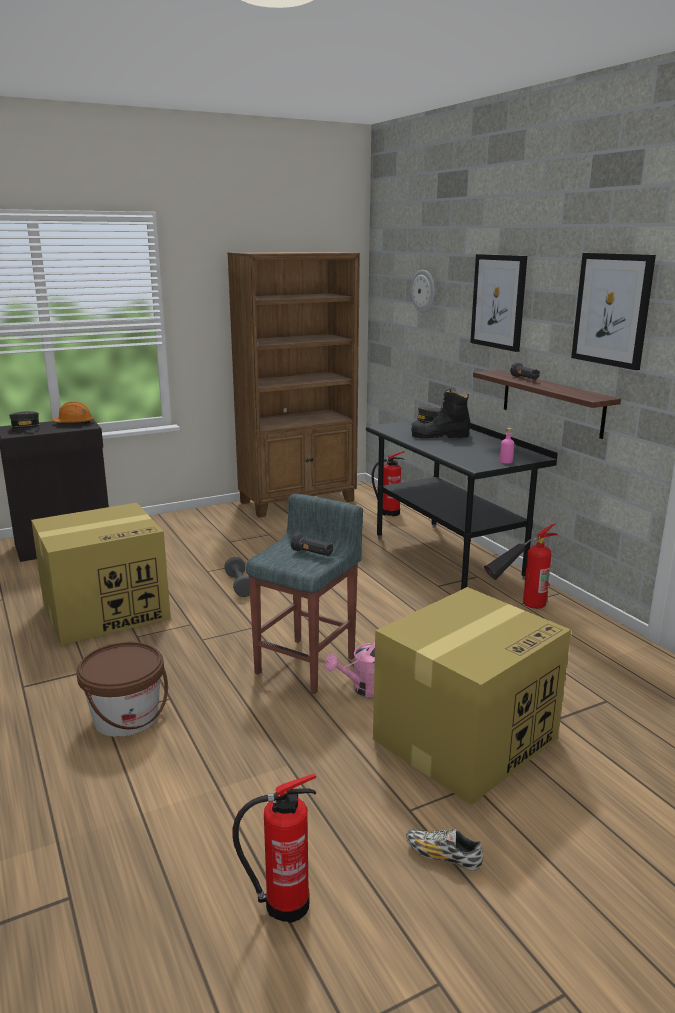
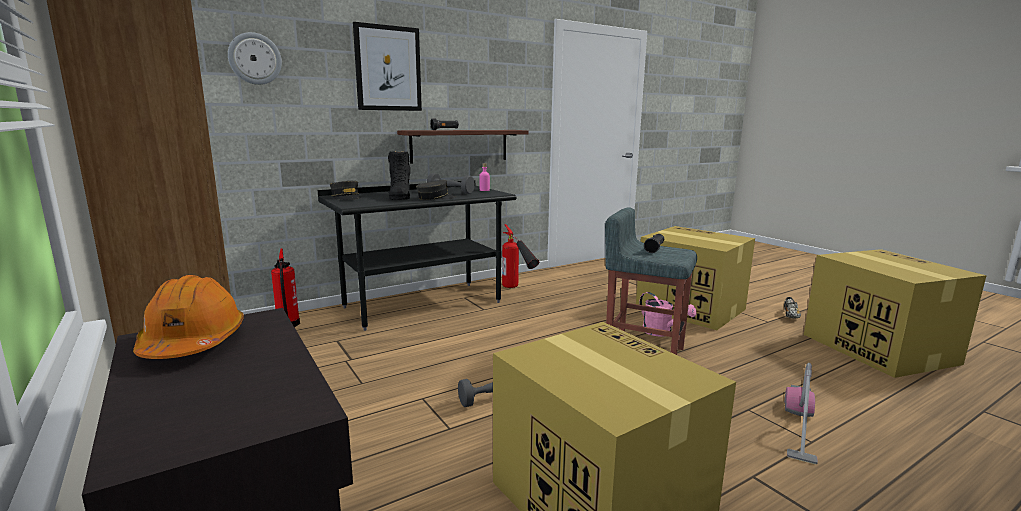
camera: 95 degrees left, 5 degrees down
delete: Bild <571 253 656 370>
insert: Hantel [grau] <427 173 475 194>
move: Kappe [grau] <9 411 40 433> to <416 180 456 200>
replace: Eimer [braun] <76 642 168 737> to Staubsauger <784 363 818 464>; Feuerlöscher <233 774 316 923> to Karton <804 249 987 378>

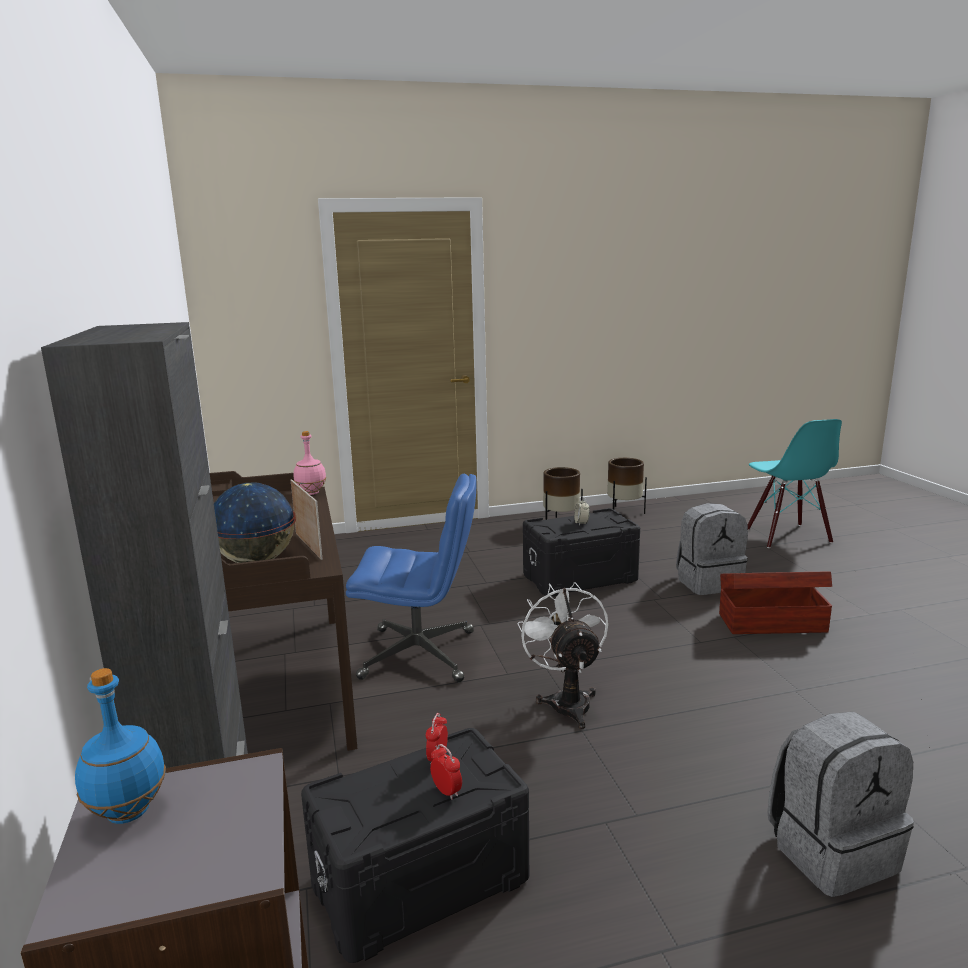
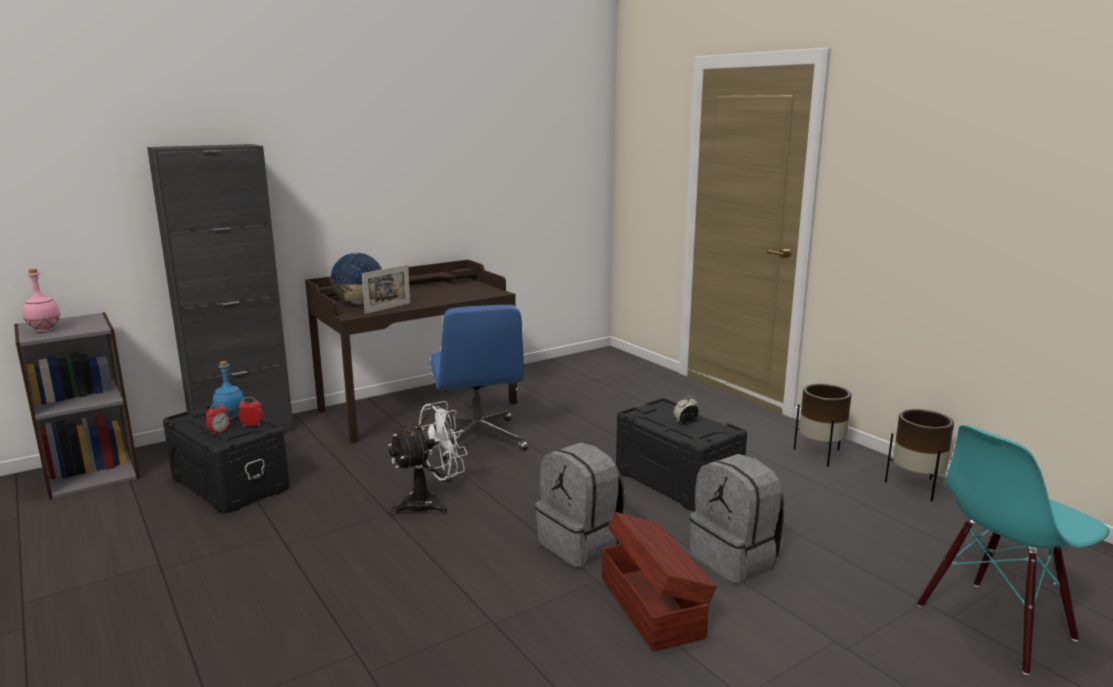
camera: 70 degrees right, 0 degrees up
move: Flasche [blau] <75 668 166 824> to <213 361 245 420>; Flasche [rosa] <293 431 326 495> to <22 269 60 332>; Rucksack [grau] <767 712 914 897> to <535 442 626 567>

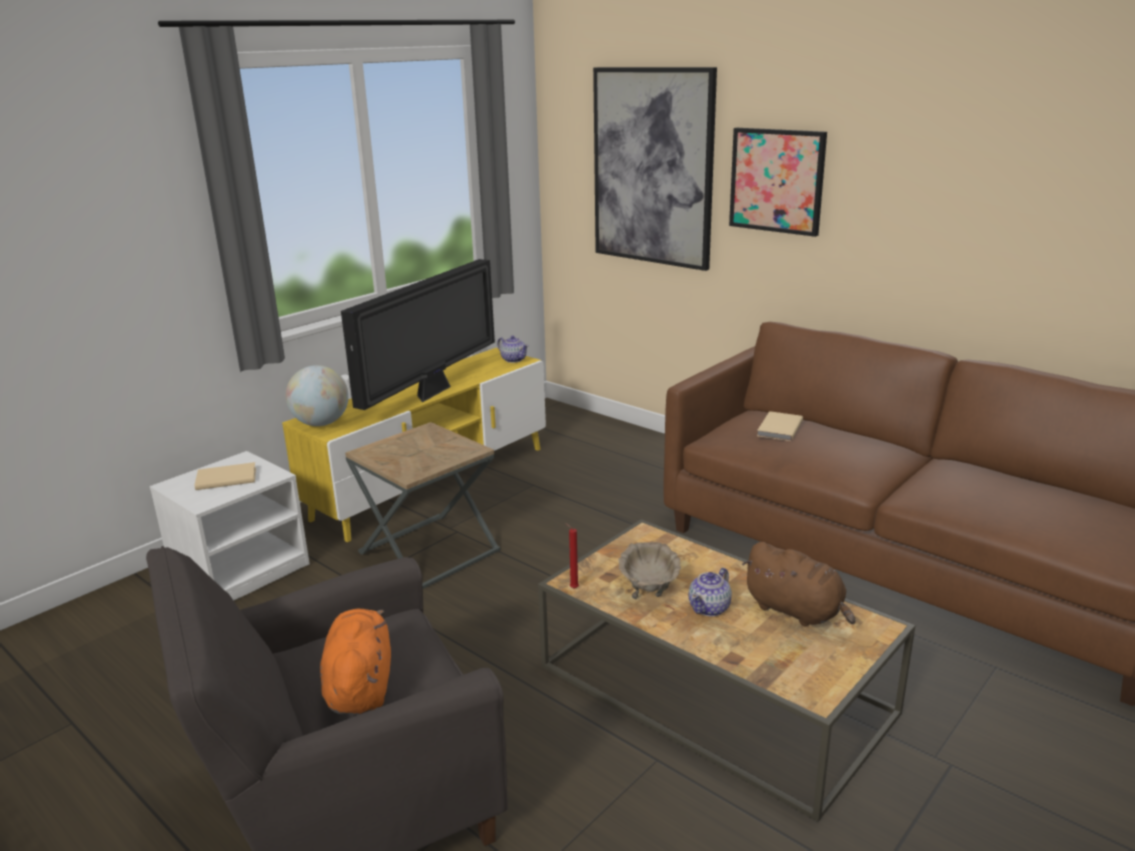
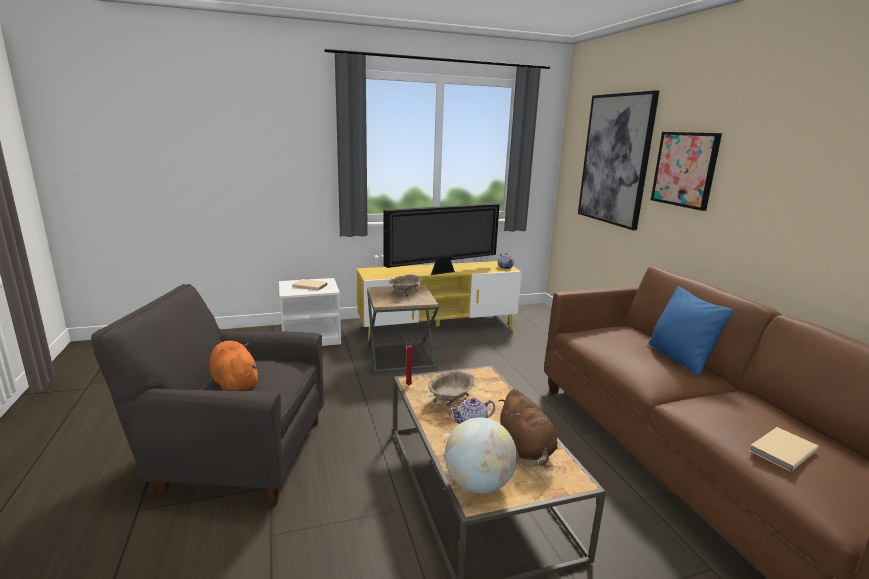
camera: 30 degrees right, 5 degrees down
insert: Schüssel [beige] <390 274 422 296>; Kissen [blau] <648 286 733 376>
move: Globus <286 365 349 426> to <445 417 517 494>; Buch [beige] <757 411 803 441> to <749 427 819 472>
rotate: Plüschtier [orange] <320 609 391 715> = <209 341 259 391> 60 degrees counterclockwise

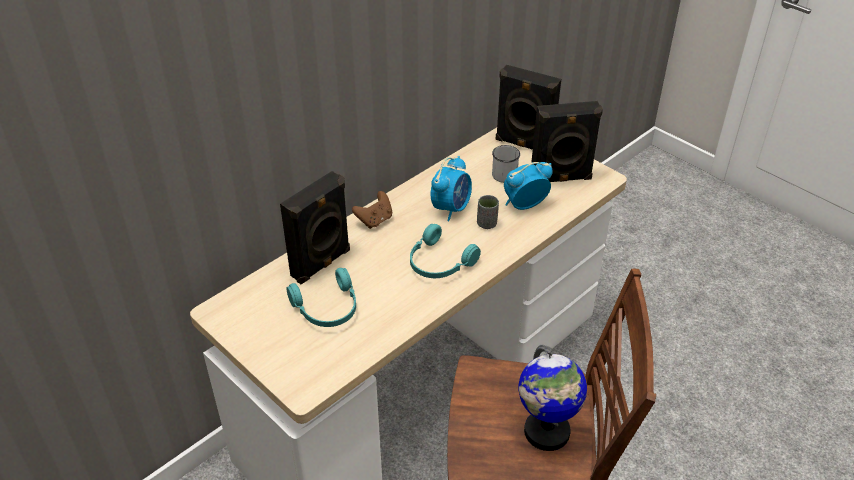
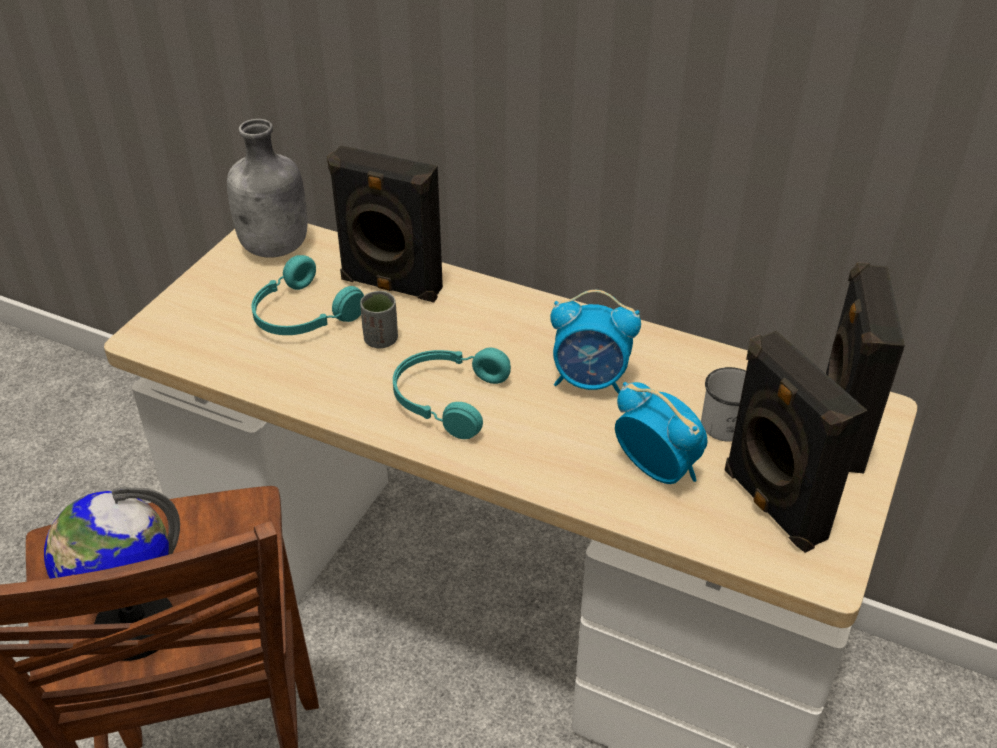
camera: 70 degrees right, 0 degrees up
delete: Gamepad [braun] <352 191 392 229>
insert: Flasche [grau] <227 119 307 257>
move: Tasse [grau] <477 195 499 229> to <360 291 398 349>

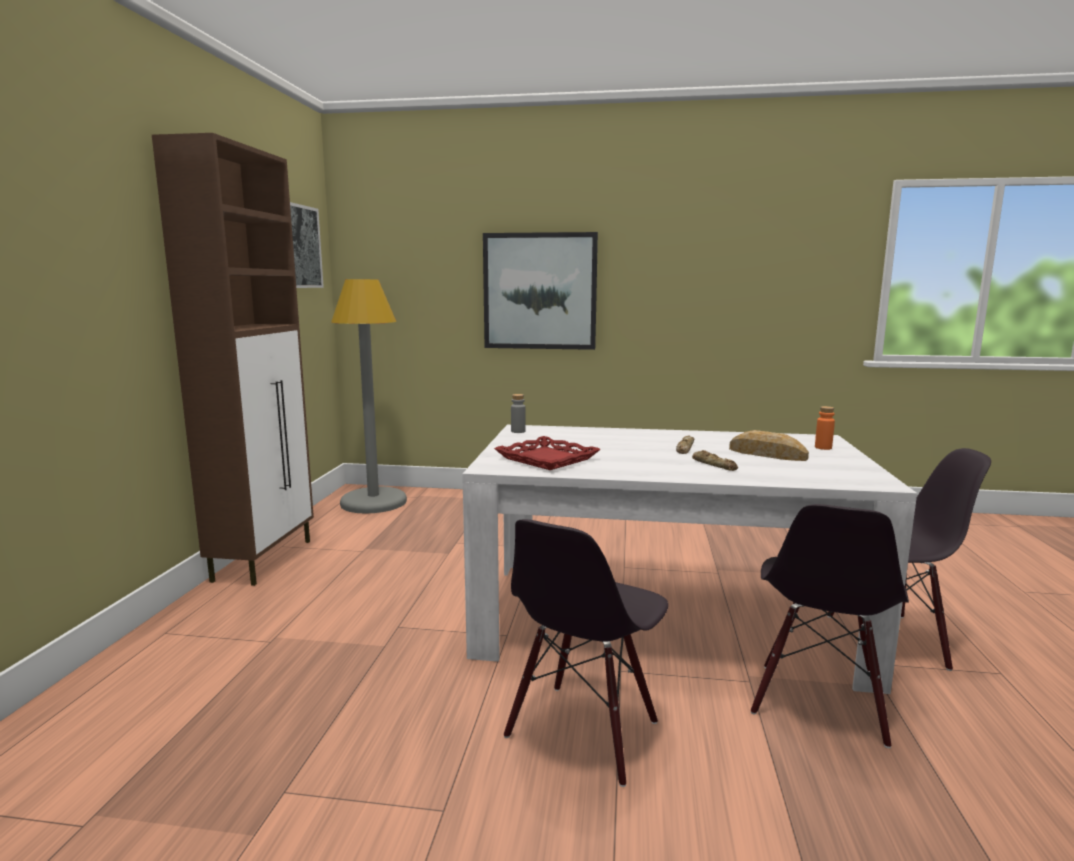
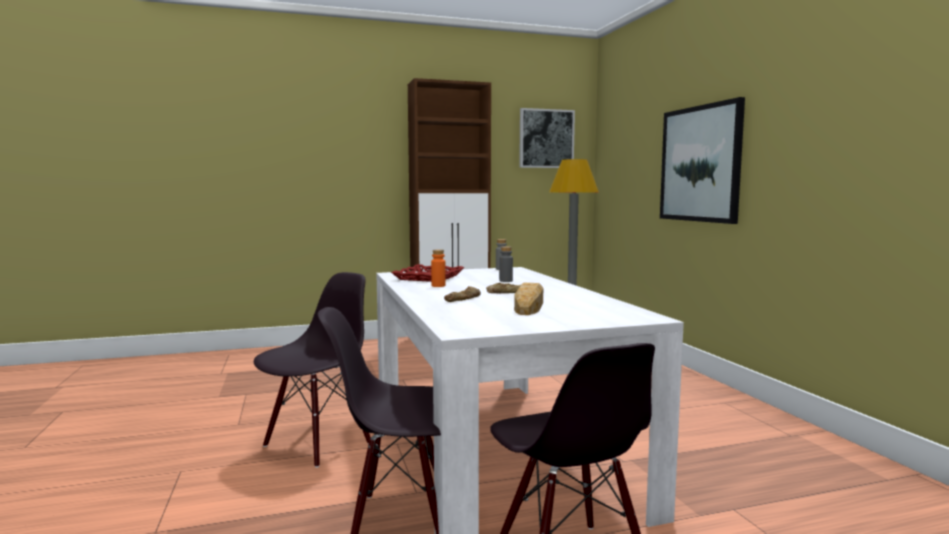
camera: 65 degrees right, 5 degrees down
insert: Flasche [grau] <499 246 513 282>
move: Flasche [orange] <815 406 835 450> to <431 249 446 287>
rotate: Stuhl [schwarz] <504 519 668 787> = <254 272 371 468> 120 degrees clockwise

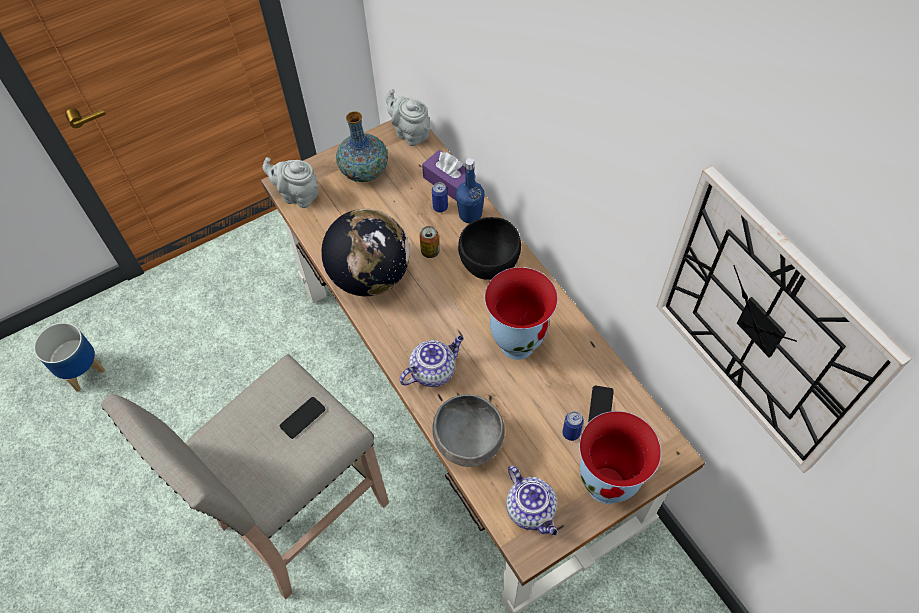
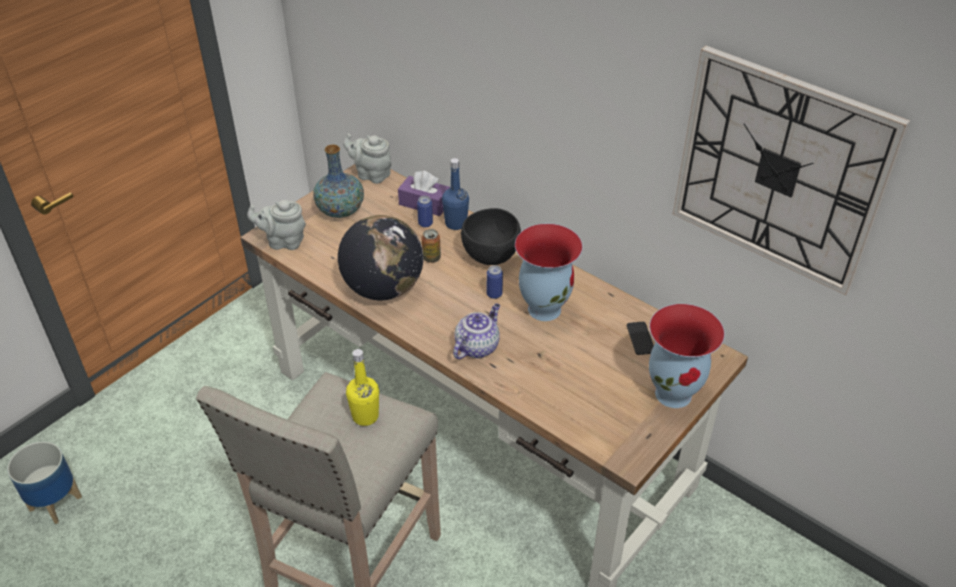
camera: 20 degrees left, 15 degrees down
delete: Schüssel [grau] <432 394 505 467>; Teekanne <506 465 558 535>
move: Dose <562 411 584 441> to <487 265 503 299>
replace: Handy <280 397 325 439> to Flasche [gelb] <346 349 379 426>

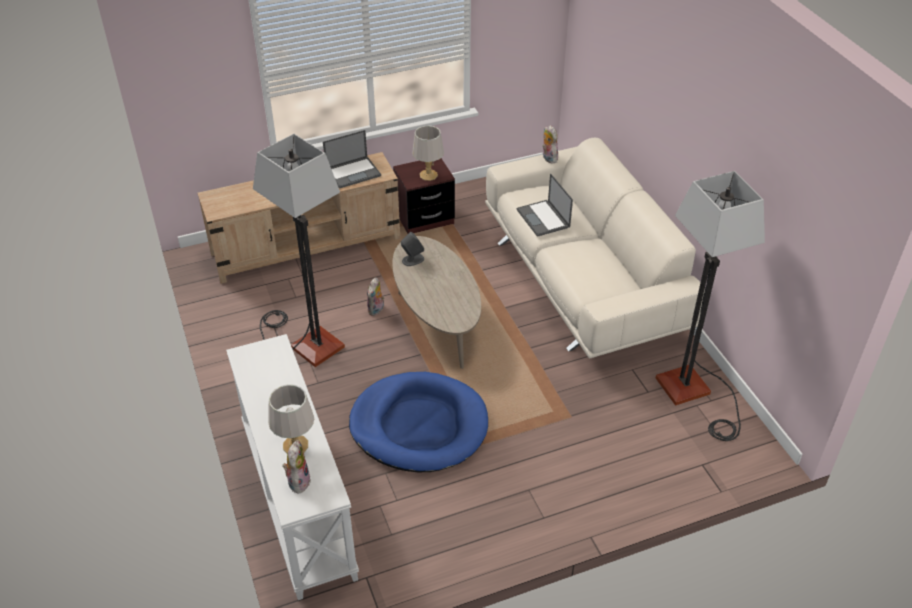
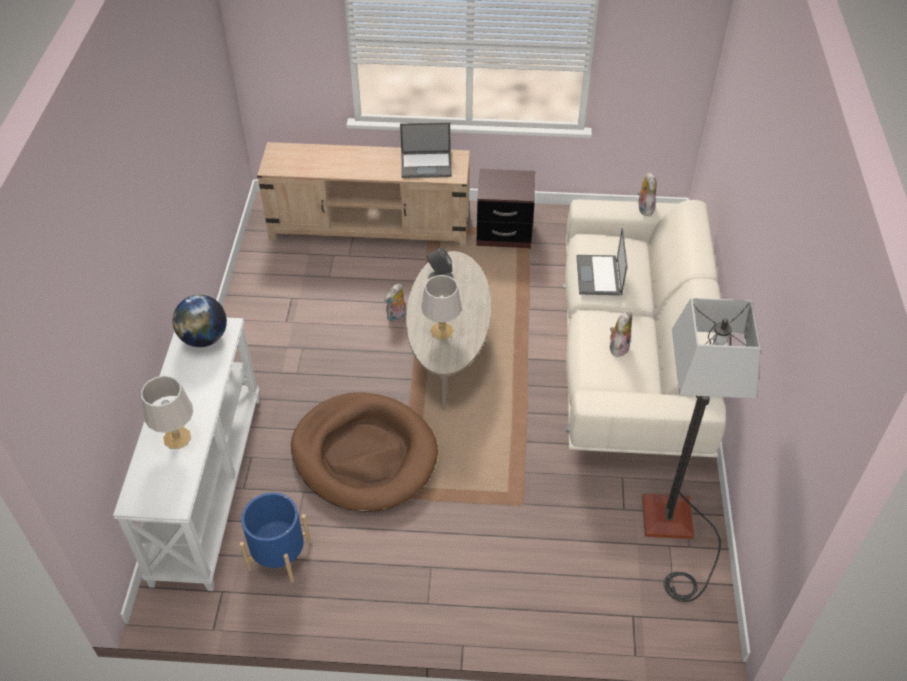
camera: 25 degrees right, 5 degrees up
delete: Stehlampe <253 134 345 367>
insert: Globus <173 295 227 347>; Pflanzkübel [blau] <240 492 311 583>
move: Plüschtier <282 440 310 493> to <610 311 632 357>; Tischlampe [grau] <412 125 444 181> to <421 275 462 340>
recolor: Hundebett [blau] <349 372 488 472> to Hundebett [braun] <291 392 438 512>

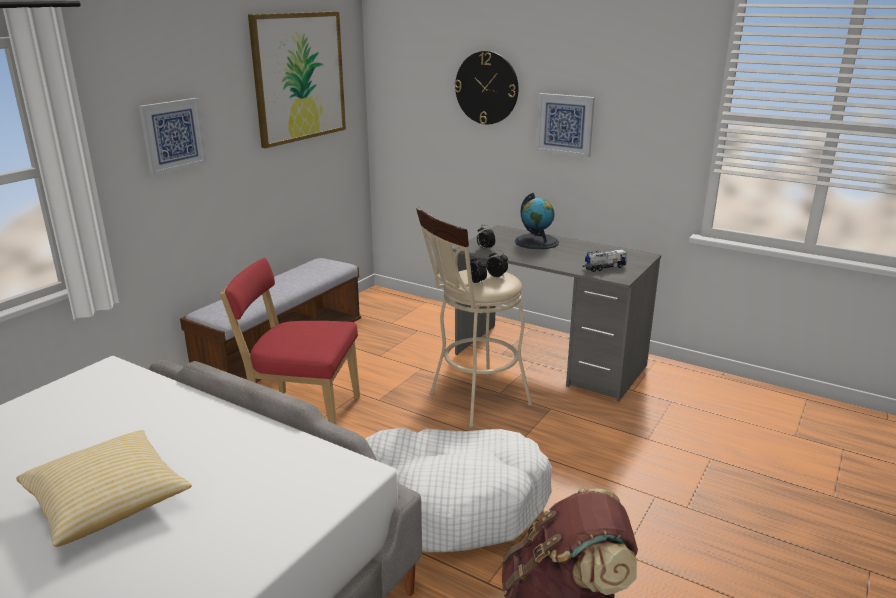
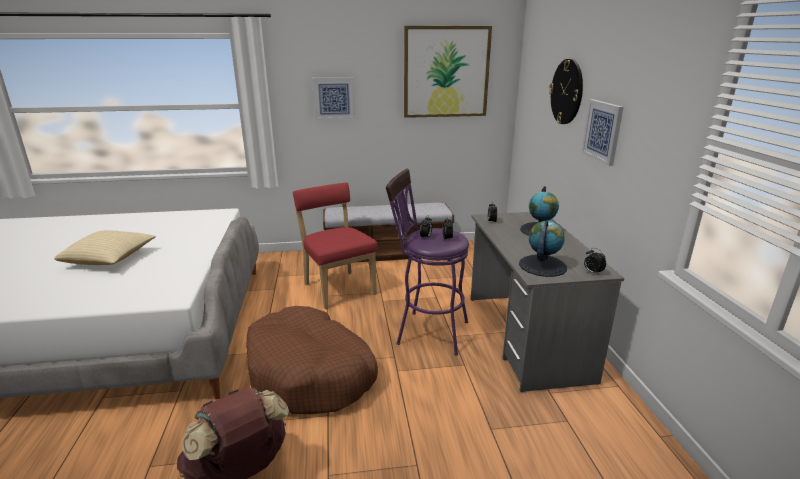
camera: 50 degrees right, 0 degrees up
insert: Wecker <584 248 606 276>
replace: Spielzeuglaster <583 249 627 272> to Globus <519 220 567 277>
recolor: Hundebett [weiß] <365 428 552 552> to Hundebett [braun] <246 306 378 414>; Hocker [beige] <416 207 533 428> to Hocker [lila] <386 169 469 355>

